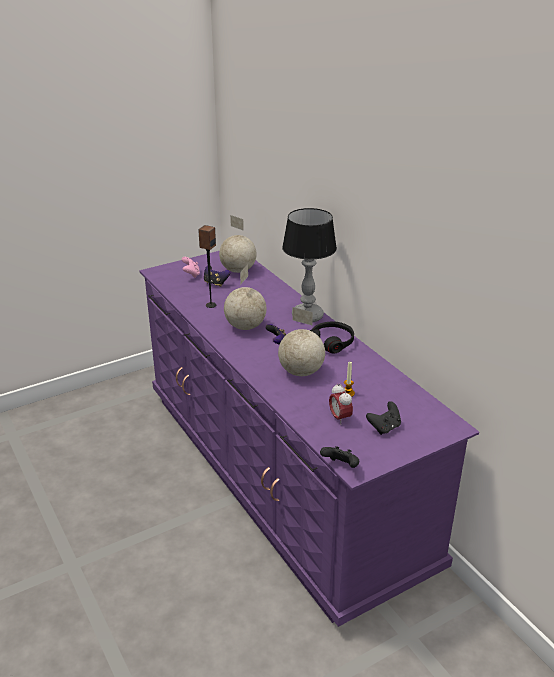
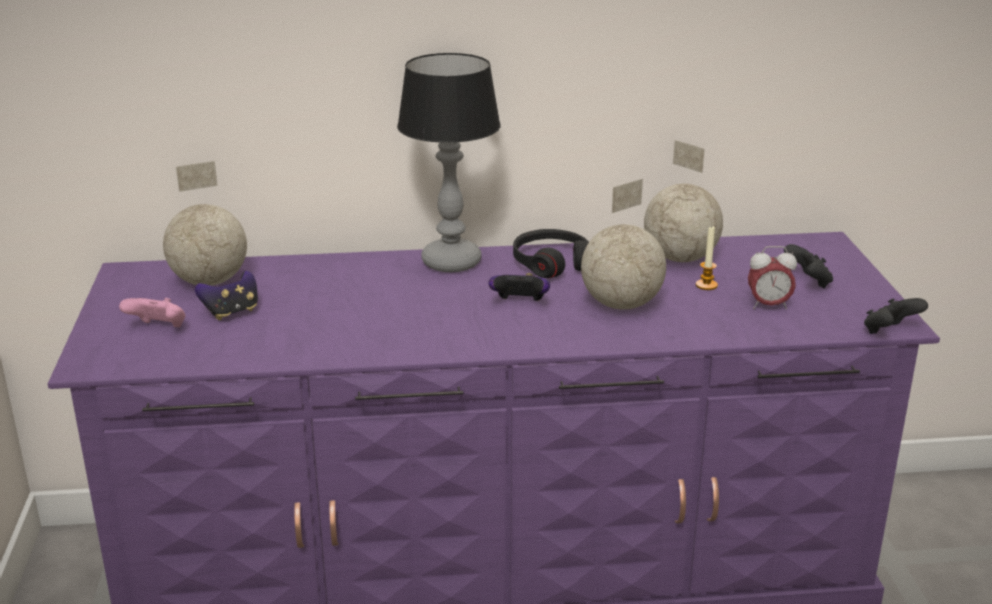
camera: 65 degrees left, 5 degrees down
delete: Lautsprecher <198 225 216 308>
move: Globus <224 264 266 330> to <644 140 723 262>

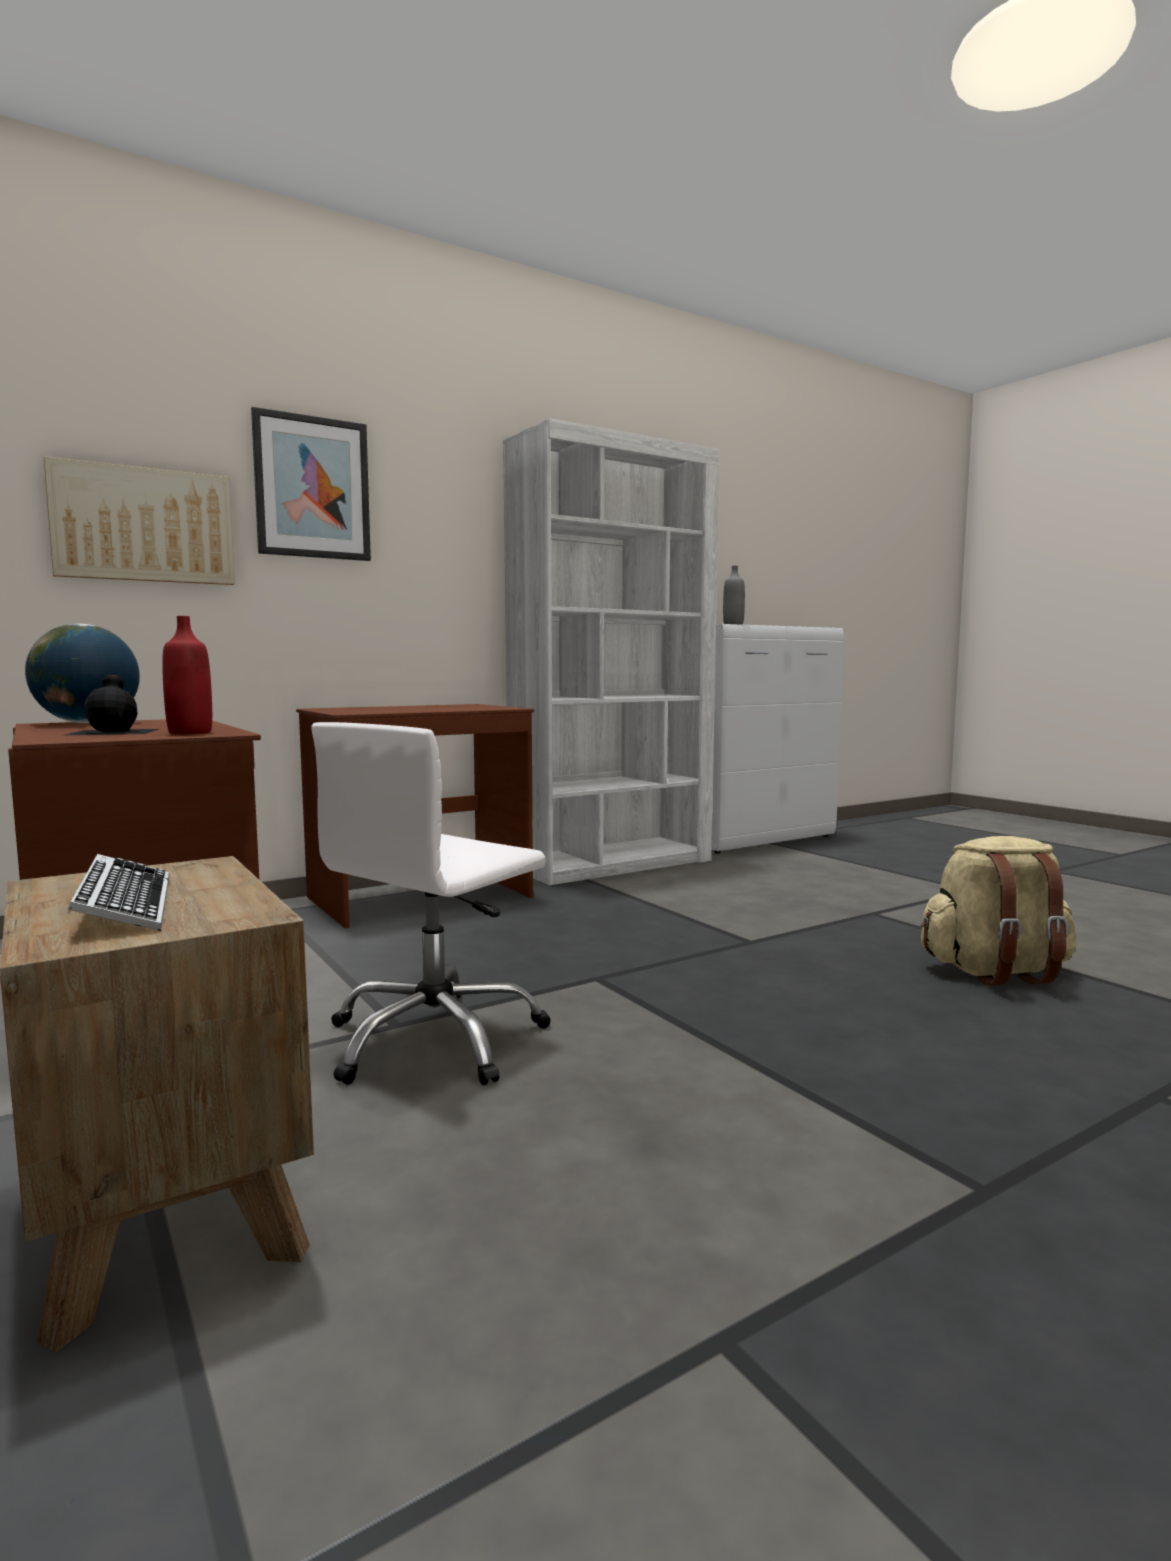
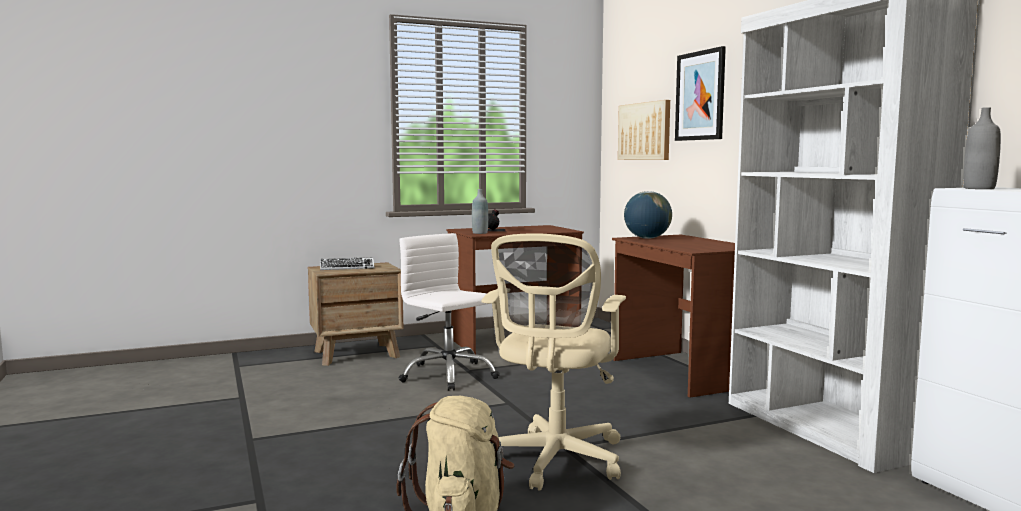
camera: 100 degrees right, 0 degrees up
insert: Bürostuhl [beige] <481 233 626 490>
move: Globus <25 624 140 723> to <624 191 672 239>
recolor: Flasche [rot] <162 616 212 734> to Flasche [grau] <472 189 488 234>

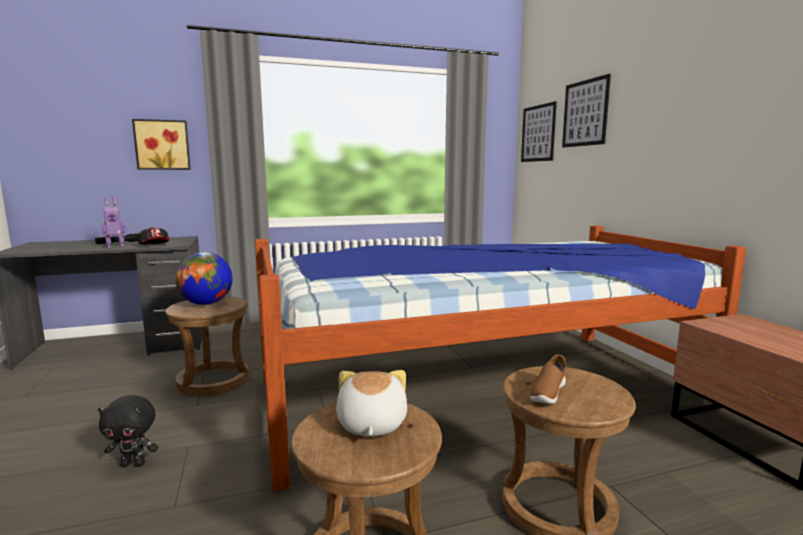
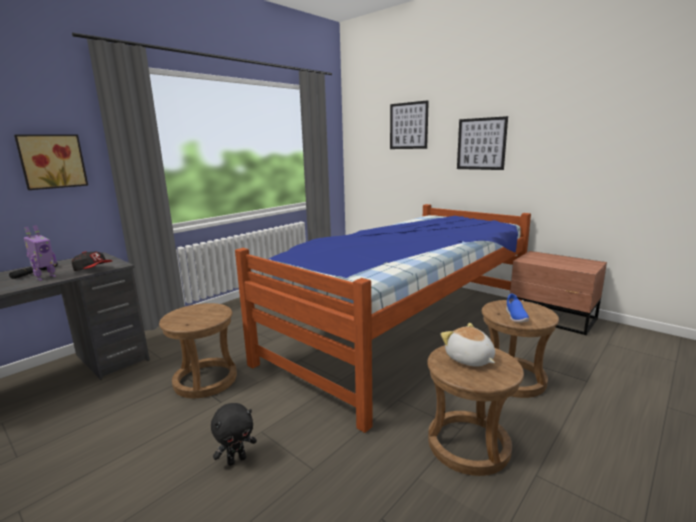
camera: 30 degrees left, 5 degrees up
delete: Globus <175 252 233 305>
move: Bild <521 101 557 162> to <457 116 508 170>
recolor: Schuh [braun] <530 354 566 404> to Schuh [blau] <506 294 529 323>

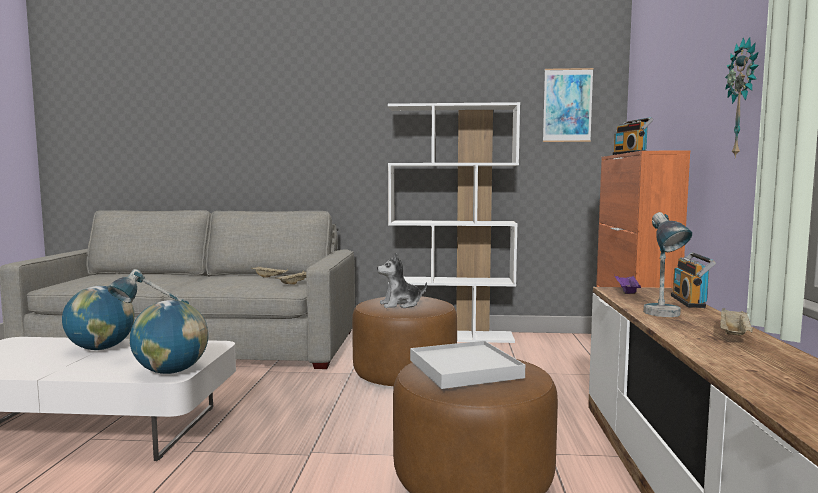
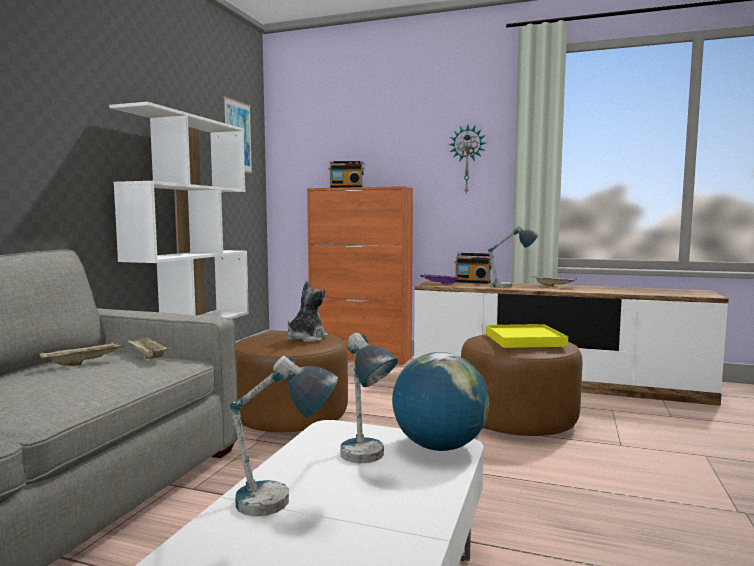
camera: 75 degrees left, 0 degrees up
replace: Globus <62 286 135 350> to Tischlampe <230 356 338 516>
recolor: Tablett [weiß] <410 341 525 389> to Tablett [gelb] <486 324 568 348>
rotate: Plüschtier <377 253 427 308> = <288 280 328 342> 150 degrees counterclockwise

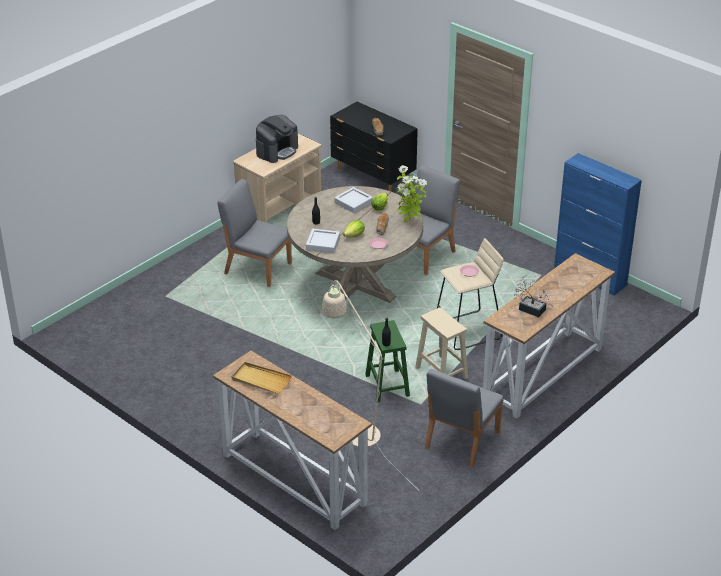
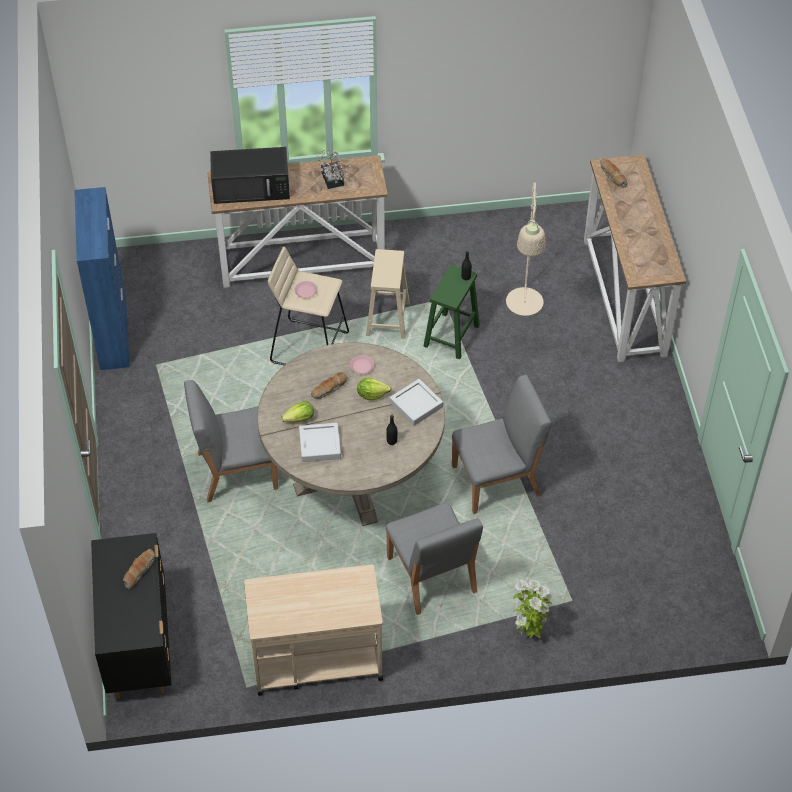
camera: 140 degrees left, 15 degrees up
delete: Tablett [beige] <231 362 292 394>; Kaffeemaschine <256 115 298 163>
insert: Mikrowelle [schwarz] <210 147 290 204>; Brot <600 159 628 187>
move: Topfpflanze <397 165 427 223> to <513 580 553 638>; Stuhl [grau] <425 369 503 468> to <452 375 551 514>

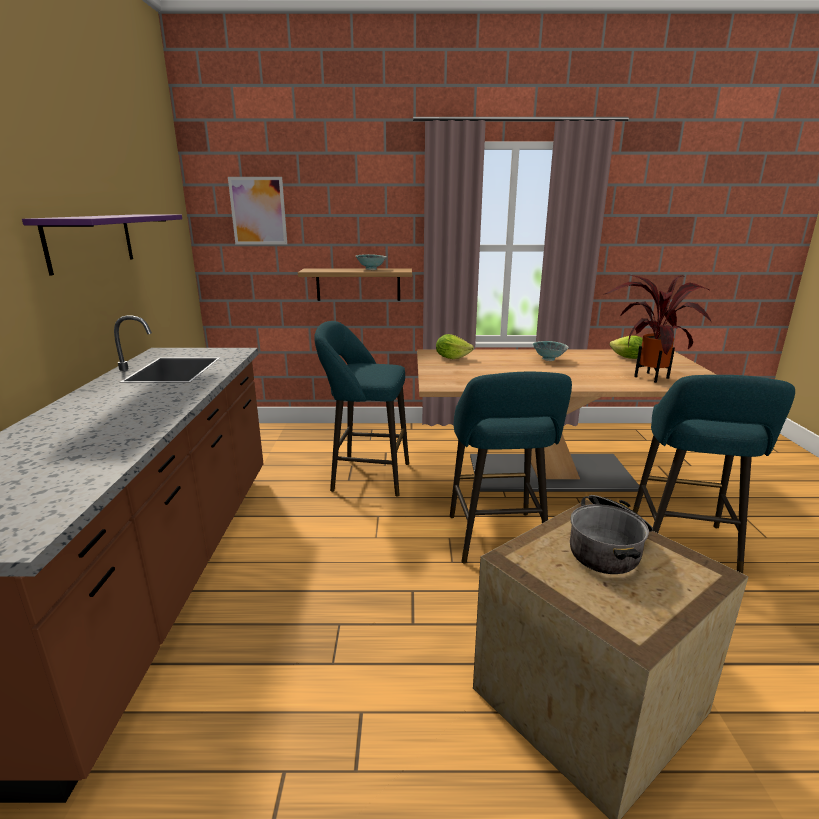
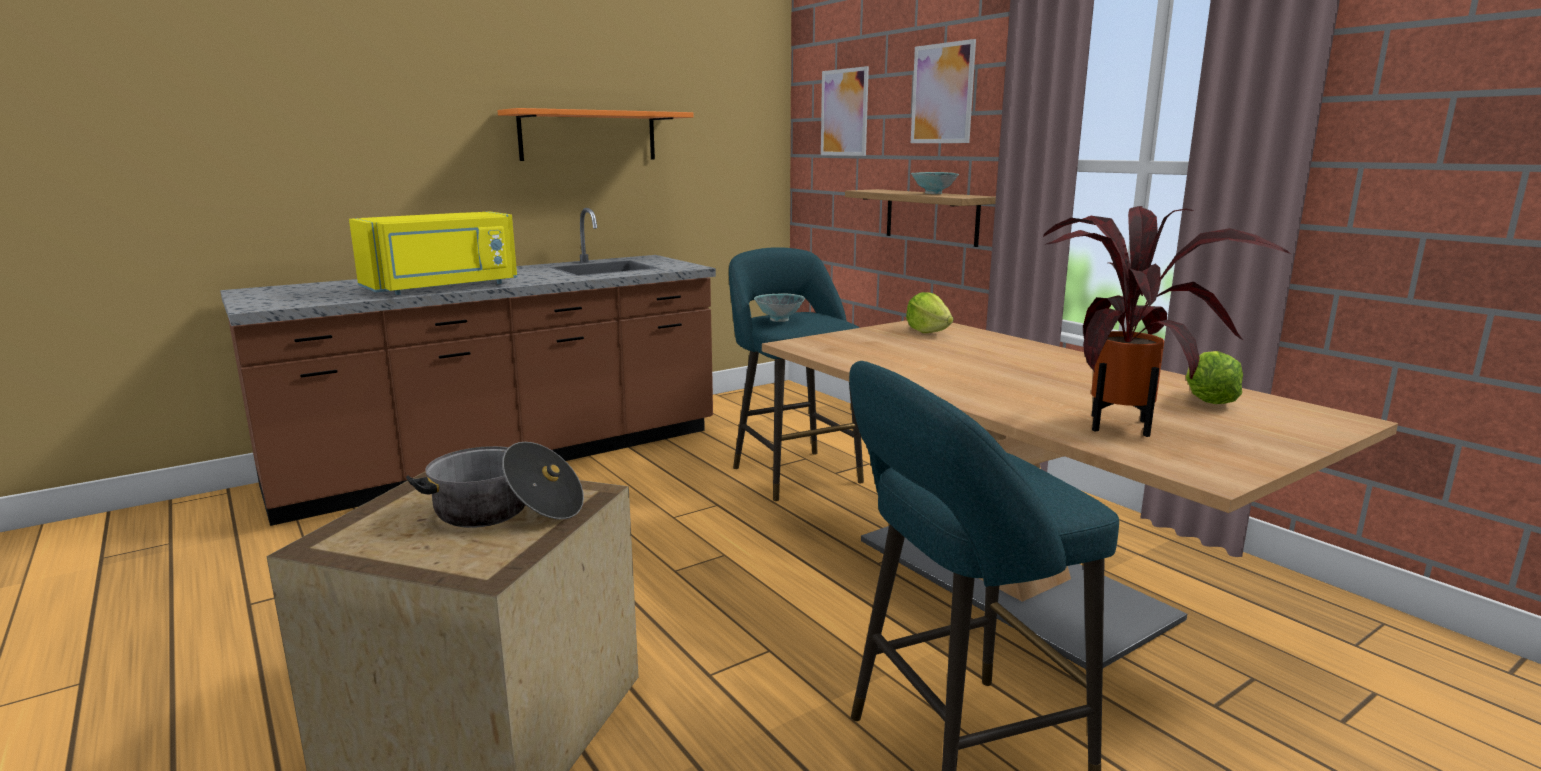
camera: 55 degrees right, 5 degrees down
delete: Hocker [türkis] <450 372 572 563>
insert: Mikrowelle [gelb] <349 211 517 295>; Bild <911 39 976 143>
move: Schüssel <532 341 568 361> to <754 294 805 322>
recolor: Wandregal [lila] <22 215 182 276> to Wandregal [orange] <498 108 694 161>

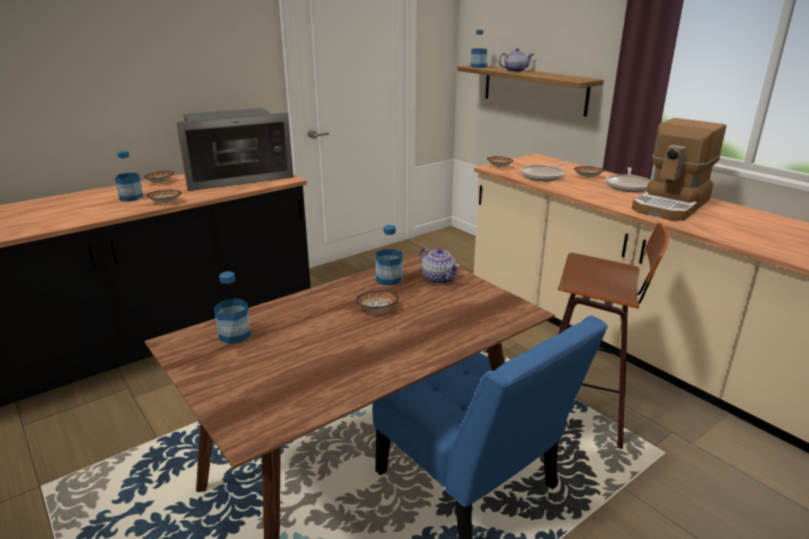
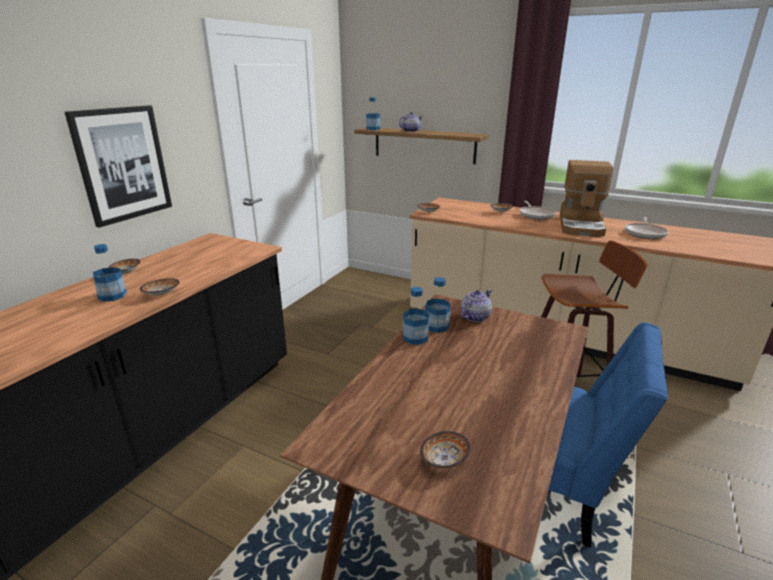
camera: 25 degrees left, 0 degrees up
delete: Mikrowelle <176 108 294 191>
insert: Bild <65 105 172 228>
move: Flasche <214 271 251 344> to <403 287 430 345>; Schüssel <356 290 399 311> to <420 431 470 468>; Pfanne <521 162 569 181> to <625 217 669 239>
rotate: Teekanne <420 247 460 284> = <461 289 492 322> 75 degrees counterclockwise

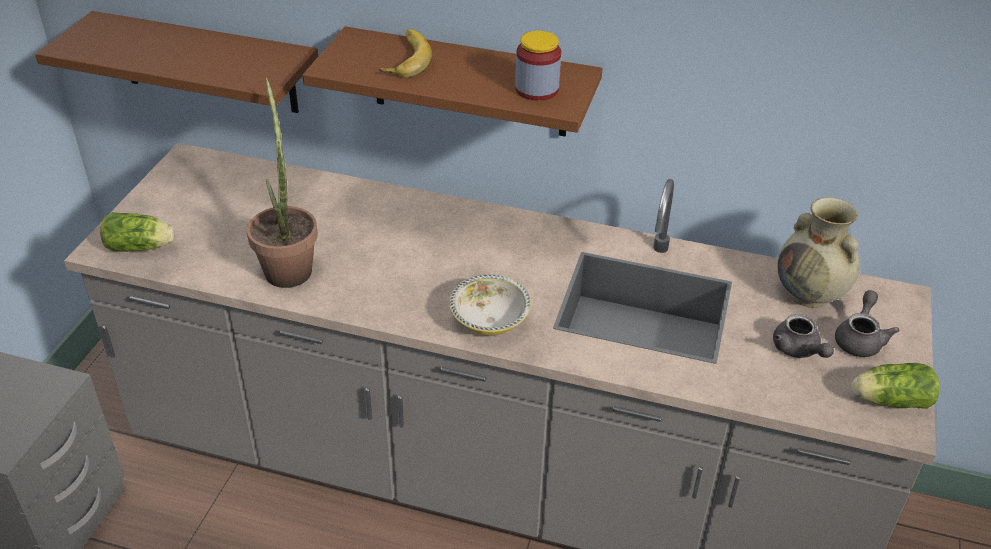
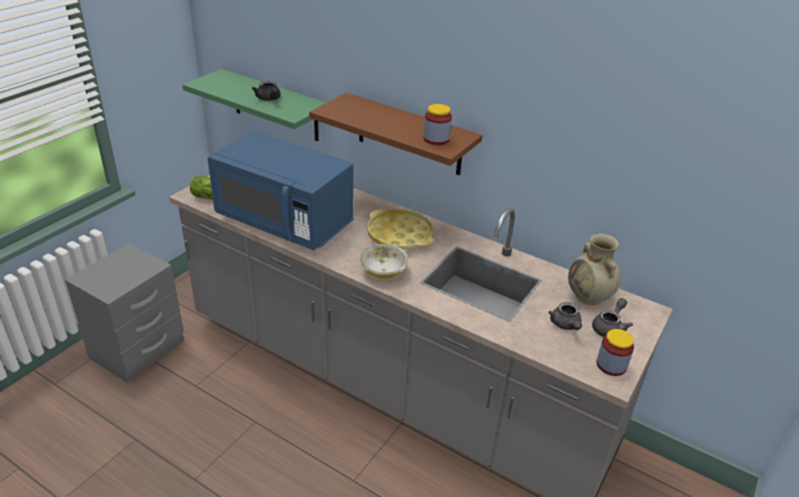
camera: 15 degrees right, 5 degrees down
delete: Banane <379 29 432 77>
insert: Teekanne [schwarz] <252 81 281 101>; Tablett [gelb] <367 209 433 250>
replace: Topfpflanze <247 78 318 288> to Mikrowelle [blau] <208 131 354 250>; Salatkopf <852 363 939 409> to Vorratsglas <596 329 634 376>
recolor: Wandregal [braun] <35 11 318 113> to Wandregal [grün] <182 69 327 141>

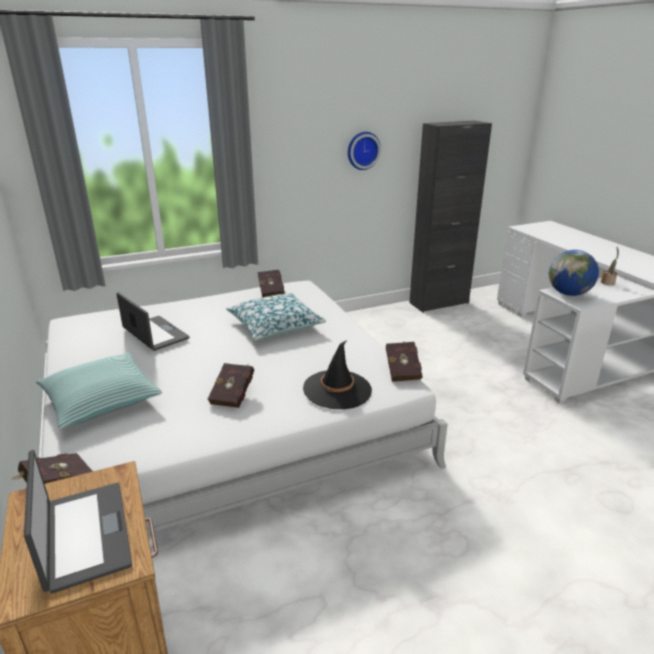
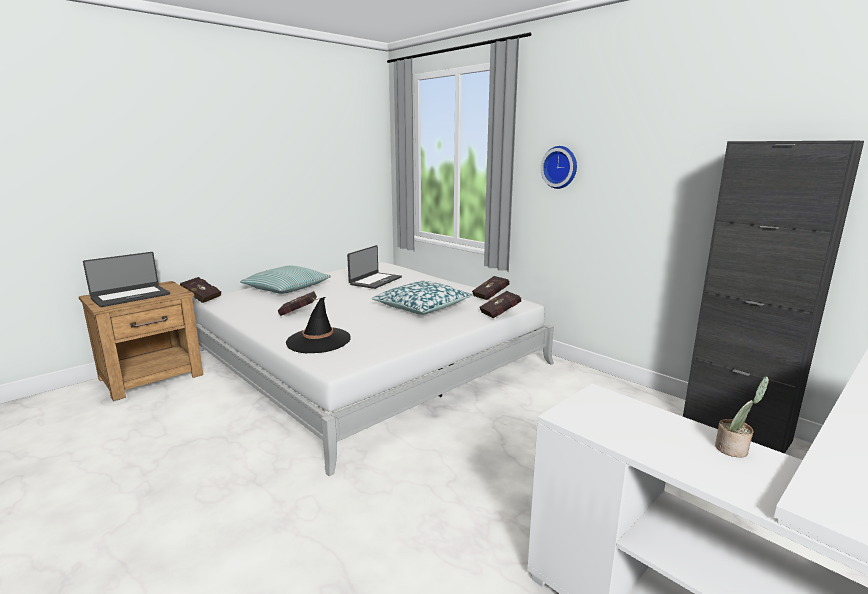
camera: 70 degrees right, 10 degrees down
delete: Globus <549 250 599 296>
move: Wanduhr <348 132 381 170> to <540 146 577 189>; Buch [rot] <386 342 422 382> to <479 291 522 318>

